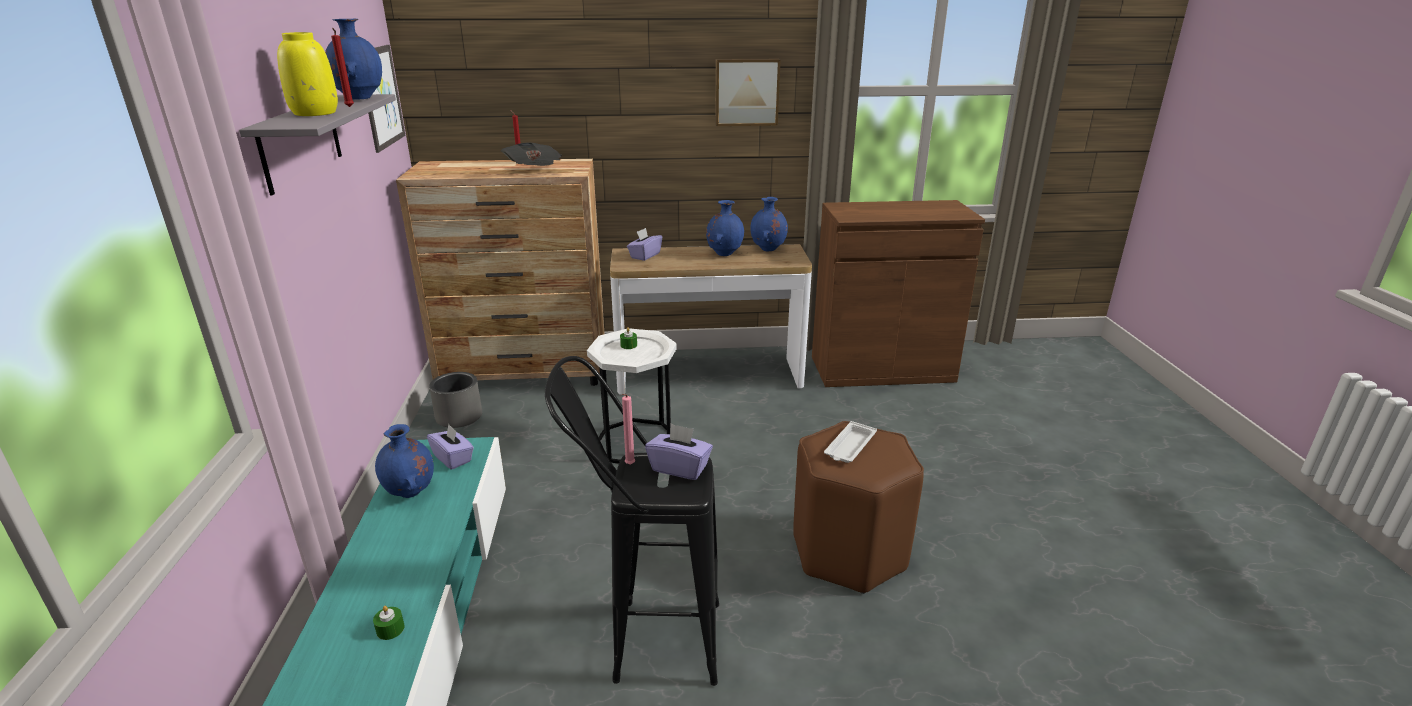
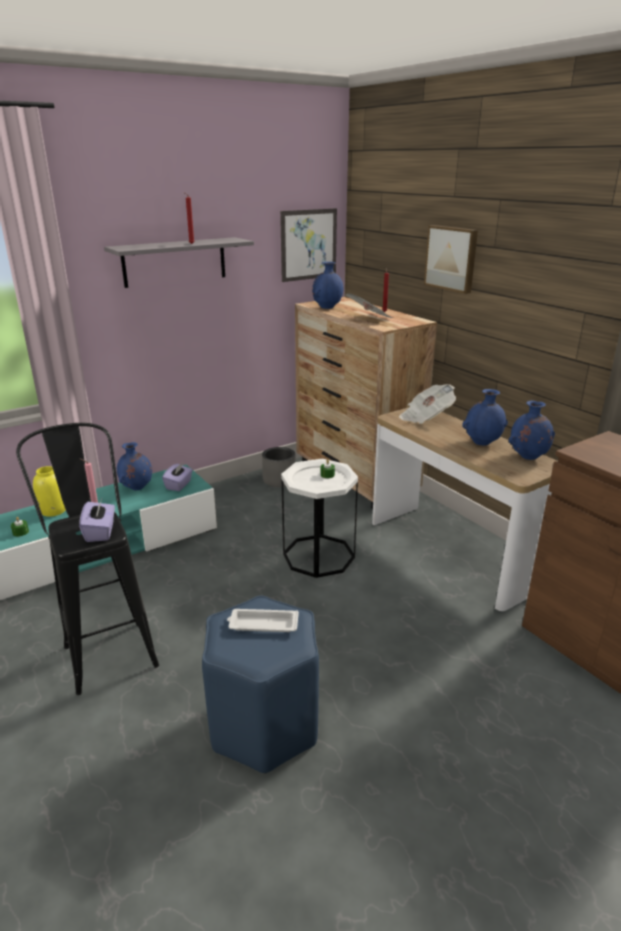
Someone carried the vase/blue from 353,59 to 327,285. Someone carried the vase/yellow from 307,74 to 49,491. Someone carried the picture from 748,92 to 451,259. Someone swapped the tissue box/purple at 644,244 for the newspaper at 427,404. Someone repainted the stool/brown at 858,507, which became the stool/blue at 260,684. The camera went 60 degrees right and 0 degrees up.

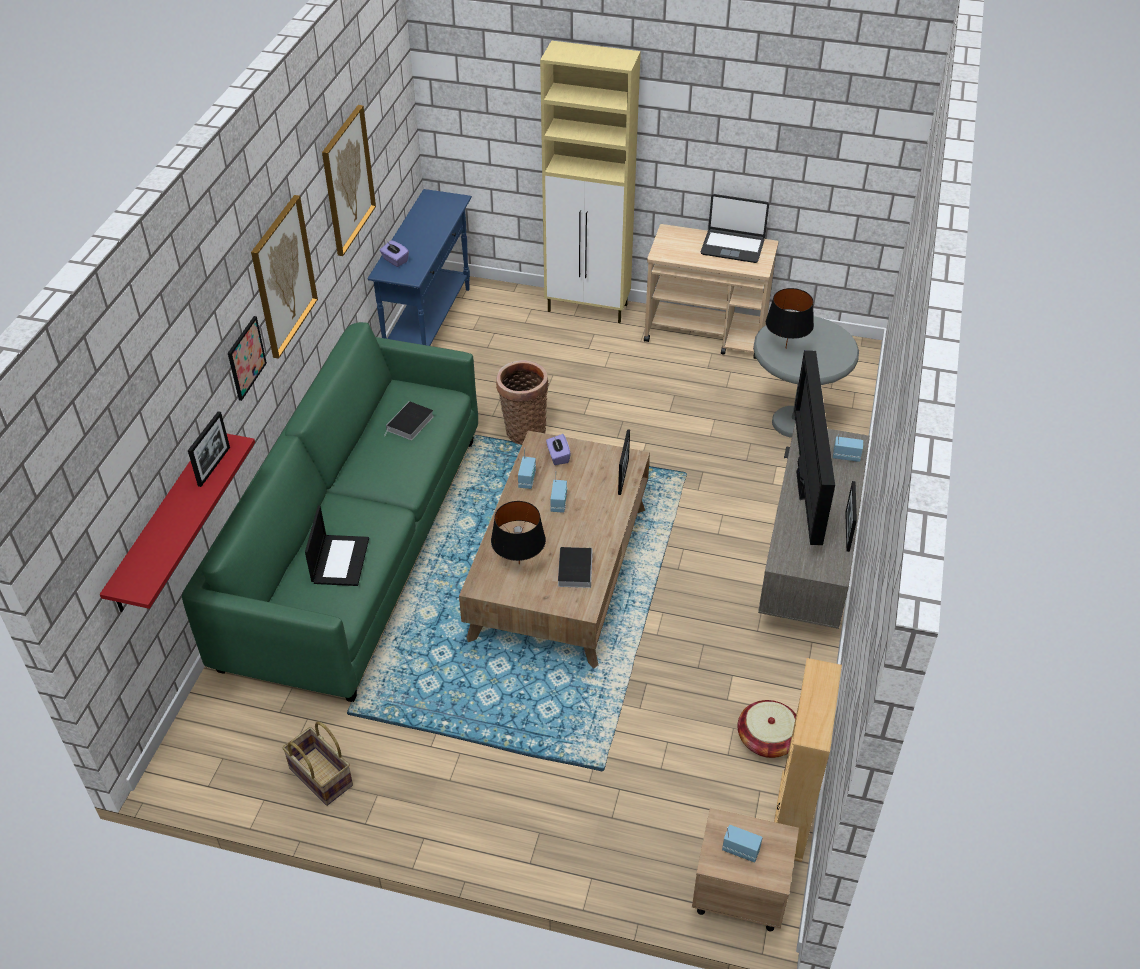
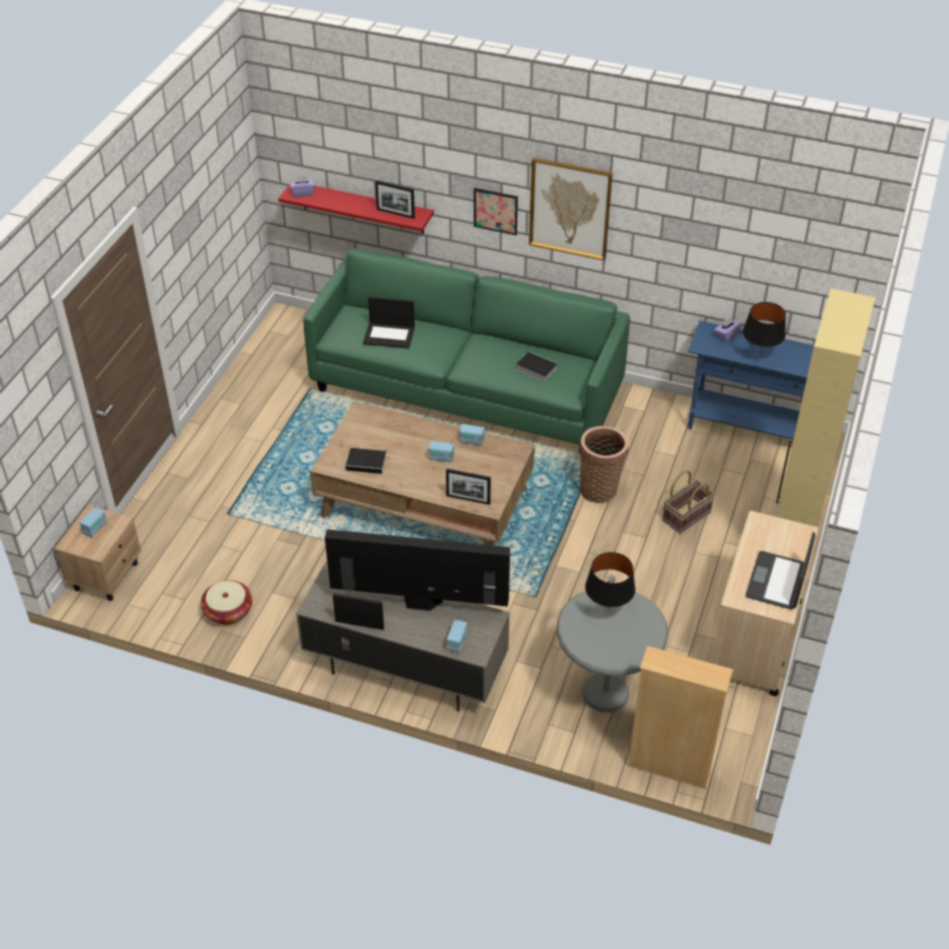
Someone took away the picture at 349,180. Someone carried the tissue box/purple from 558,449 to 302,186. Someone carried the table lamp/black from 518,533 to 764,328. Someone carried the bookcase/beige from 808,760 to 680,717. Someone carried the basket from 317,763 to 688,501. The camera went 95 degrees right and 0 degrees up.

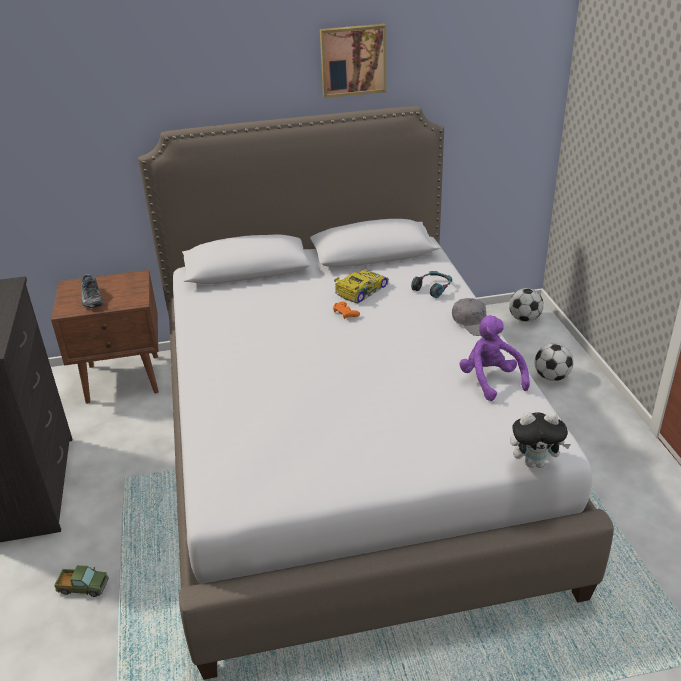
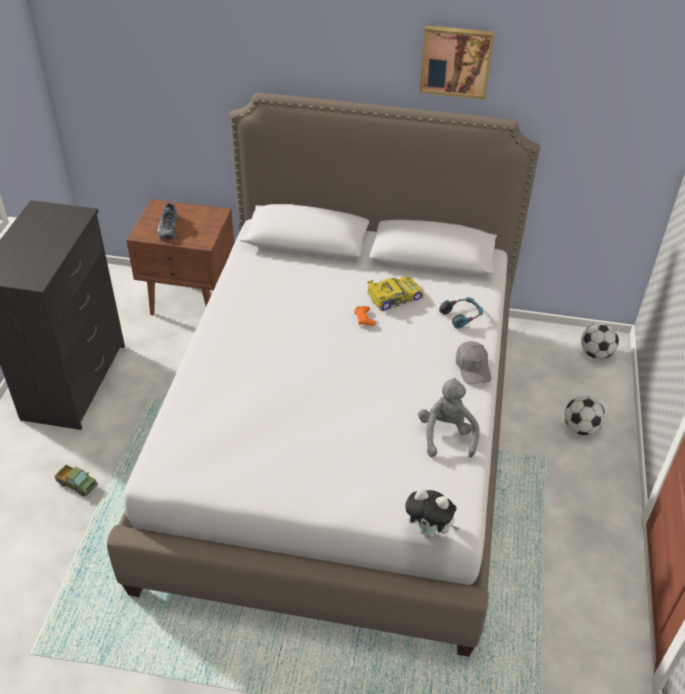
Someone repainted the plush toy/purple at 494,358, which became the plush toy/grey at 449,418. The camera went 20 degrees right and 10 degrees up.

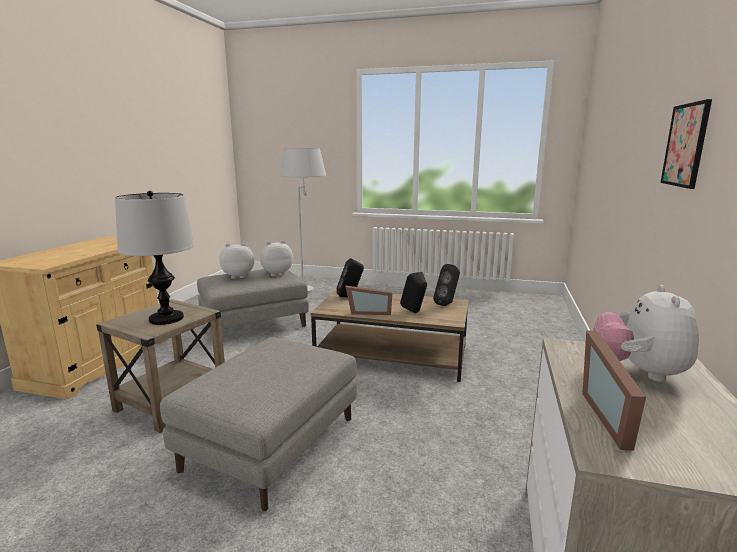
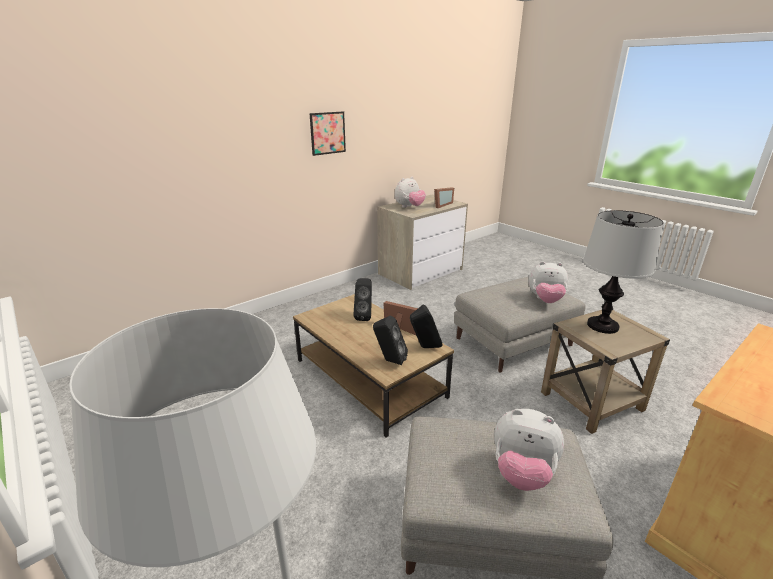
Someone carried the plush toy from 276,258 to 548,282. Someone carried the speaker/black from 446,285 to 426,326. The camera went 145 degrees left and 10 degrees up.

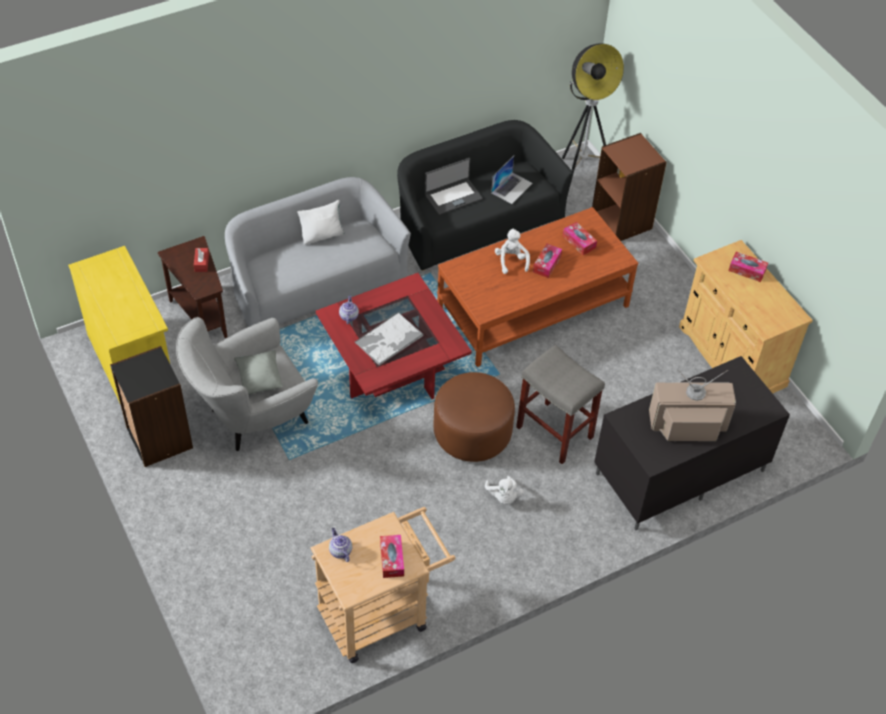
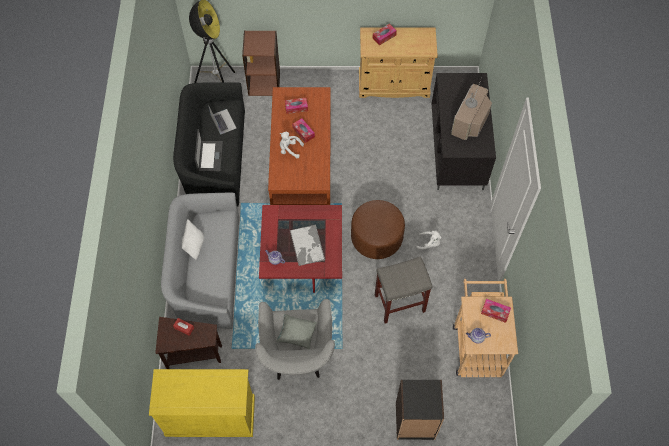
Someone carried the stool/grey from 560,404 to 404,289. Someone carried the bookcase/black from 151,406 to 420,410. The camera went 60 degrees left and 10 degrees up.

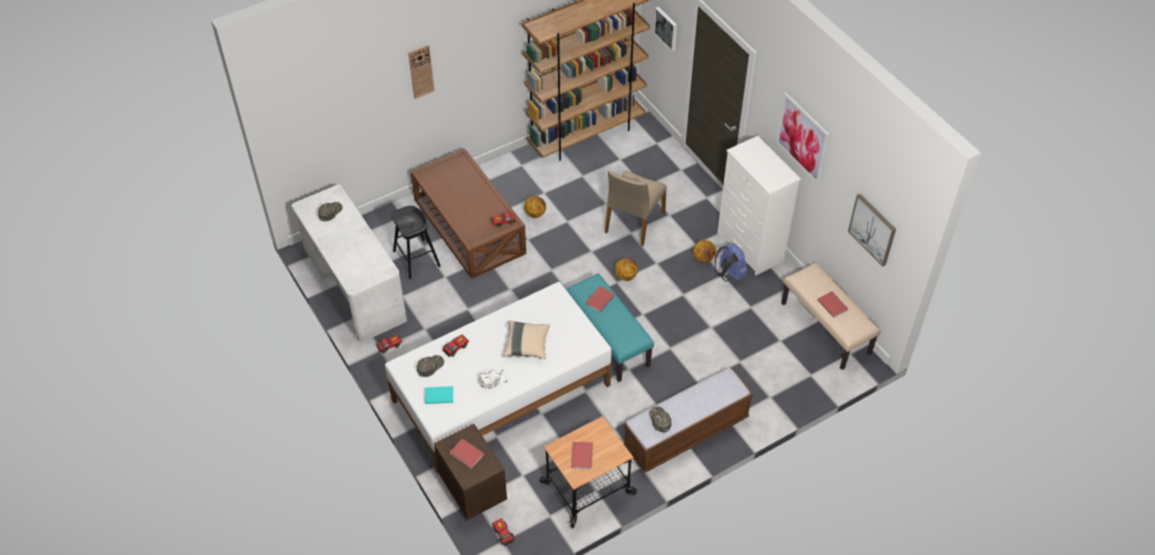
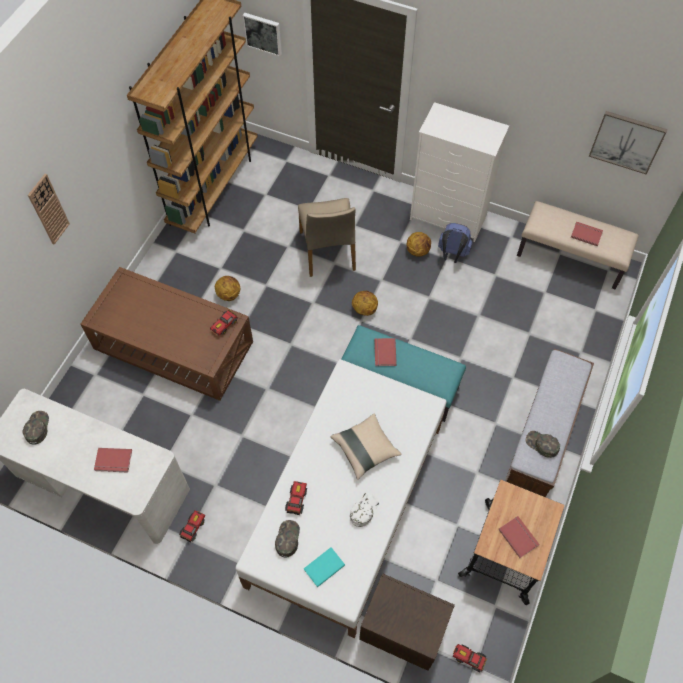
Someone took away the picture at 803,138. Someone took away the stool/black at 416,242. Someone carried the book/red from 466,454 to 113,460. The camera went 35 degrees left and 10 degrees up.

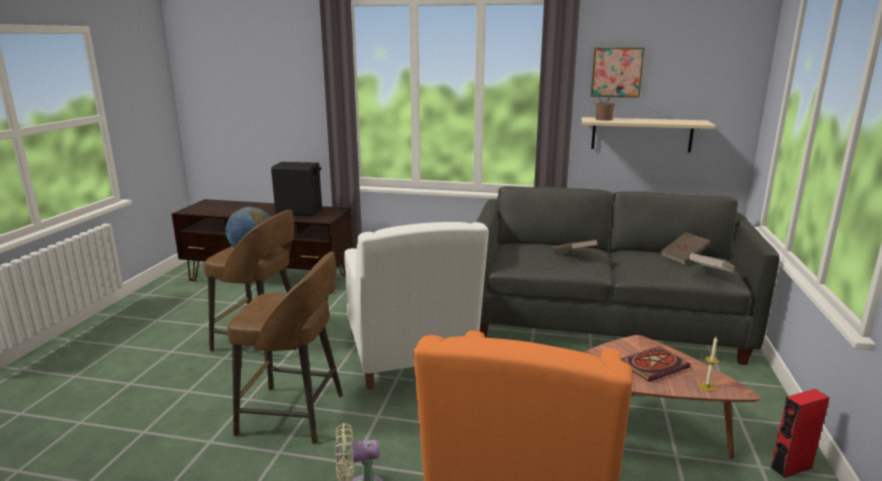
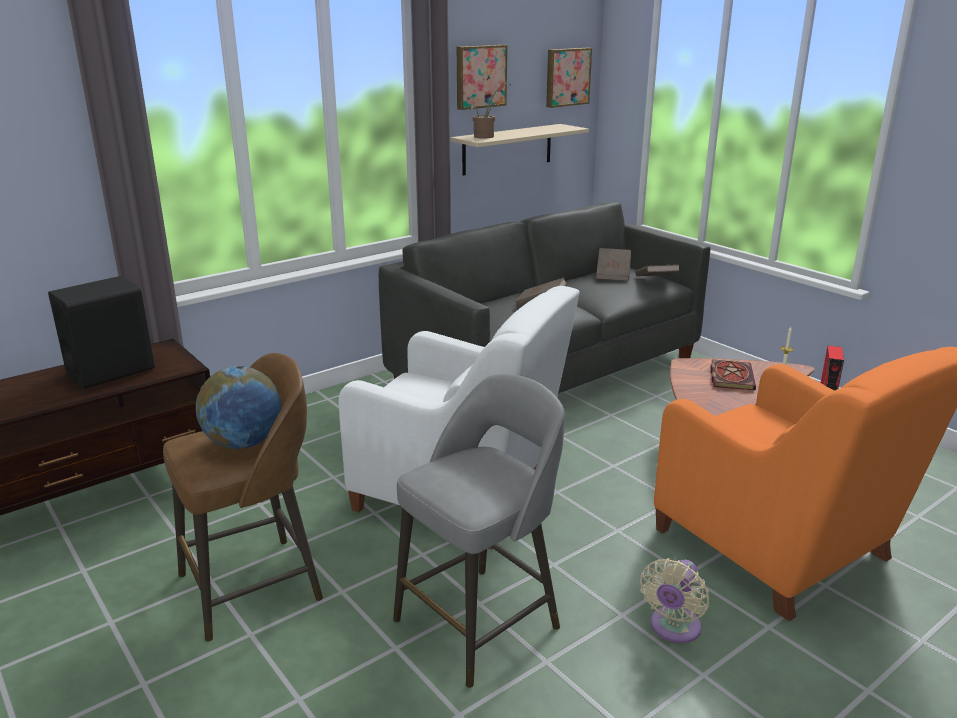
Someone repainted the stool/brown at 285,348, which became the stool/grey at 479,531. Someone repainted the book/white at 712,263, which became the book/brown at 657,270. Someone put up the picture at 569,78. The camera went 50 degrees left and 5 degrees up.

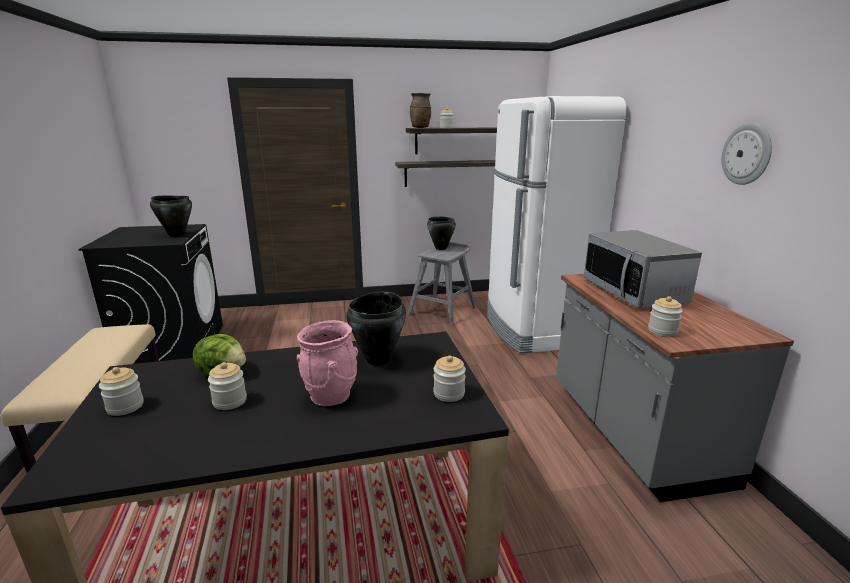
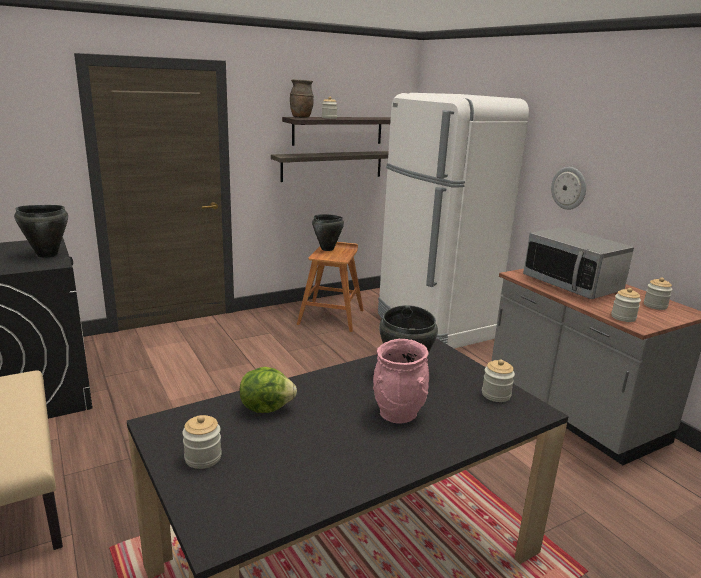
Someone carried the wall clock from 746,154 to 568,188. Someone repainted the stool/grey at 442,284, which became the stool/brown at 330,287. Someone carried the jar from 227,386 to 658,294. The camera went 20 degrees left and 0 degrees up.

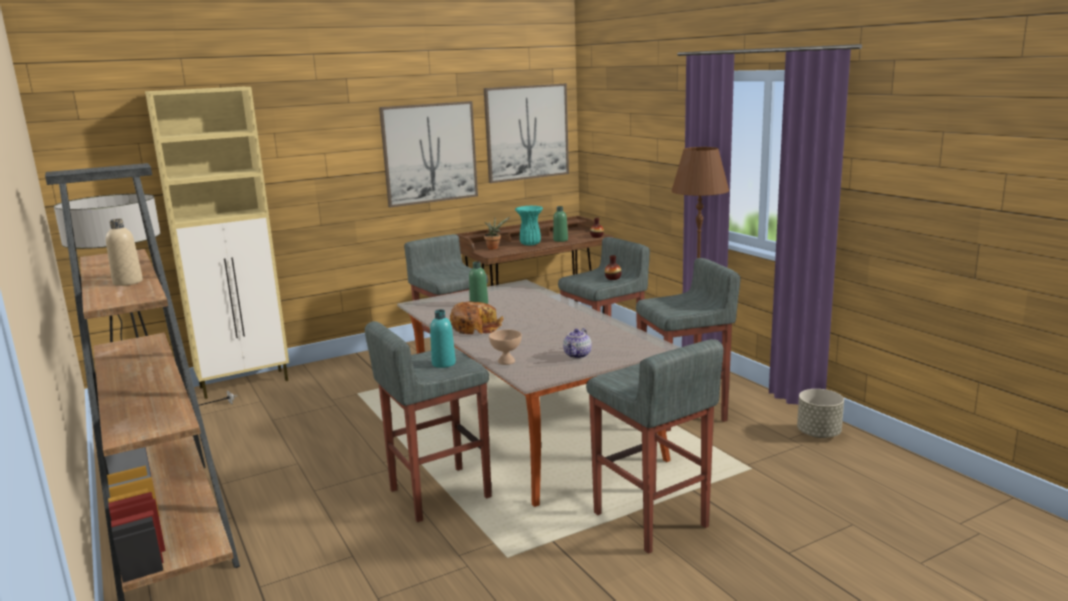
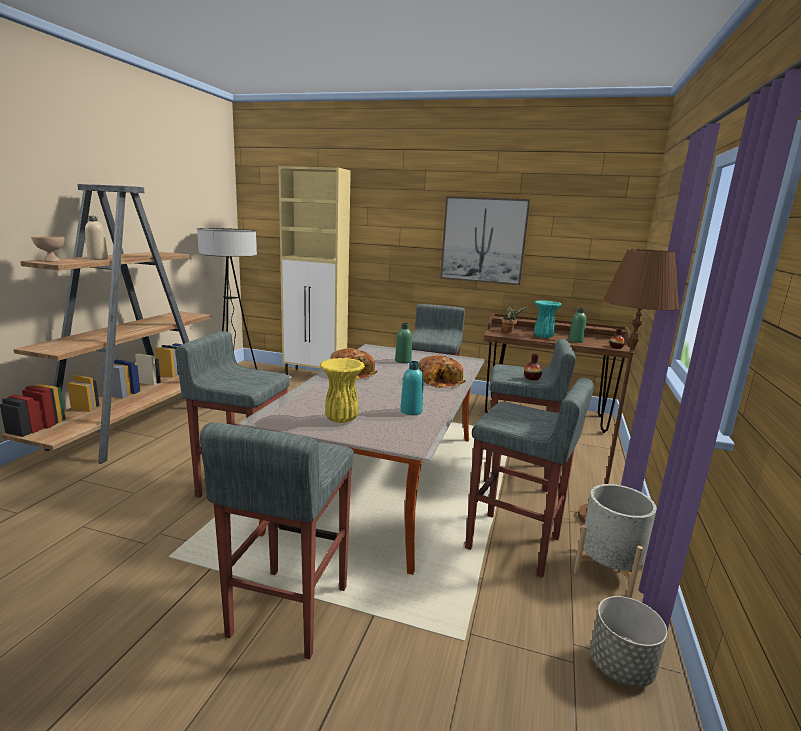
Someone took away the picture at 526,133. Someone carried the bottle/turquoise from 443,338 to 411,388. Someone swapped the teapot at 577,343 for the vase/yellow at 342,390. Someone carried the bowl/beige from 505,347 to 48,249. Someone put down the bread at 442,371. Someone put down the planter/grey at 615,541. The camera went 45 degrees right and 0 degrees up.

